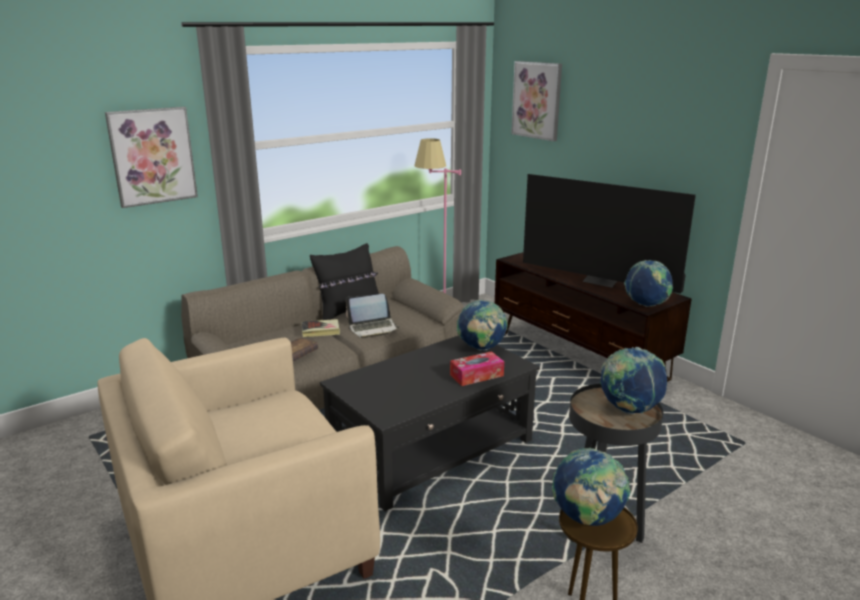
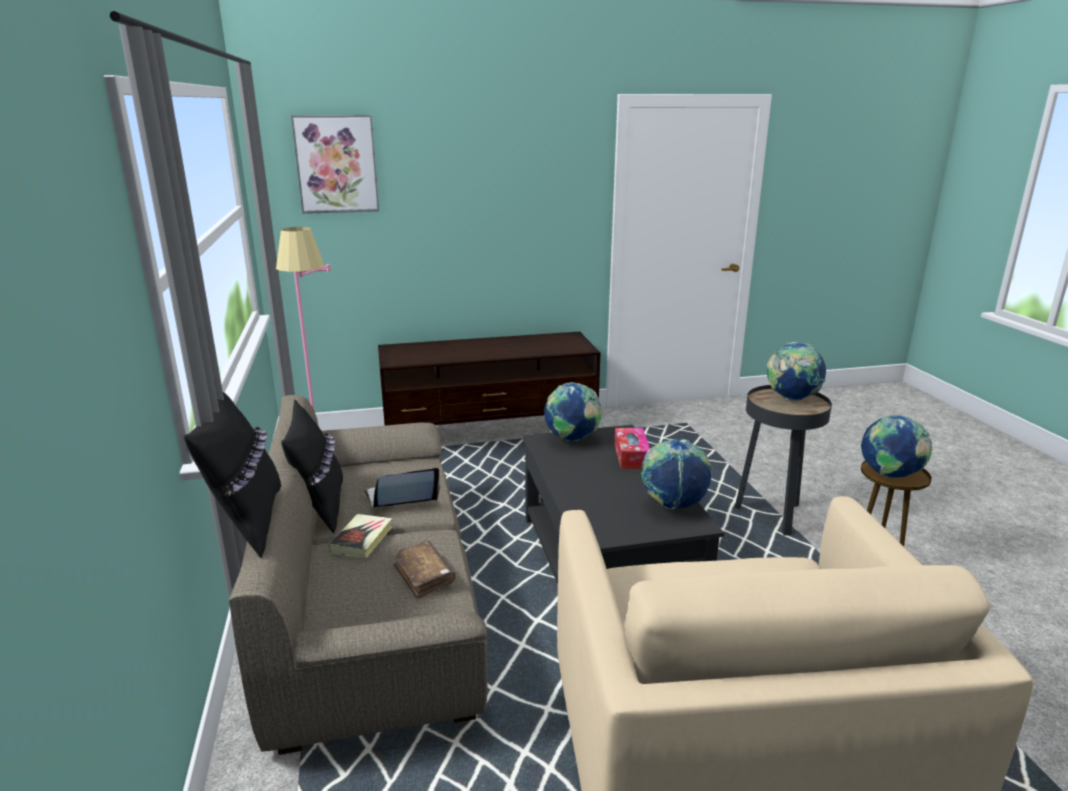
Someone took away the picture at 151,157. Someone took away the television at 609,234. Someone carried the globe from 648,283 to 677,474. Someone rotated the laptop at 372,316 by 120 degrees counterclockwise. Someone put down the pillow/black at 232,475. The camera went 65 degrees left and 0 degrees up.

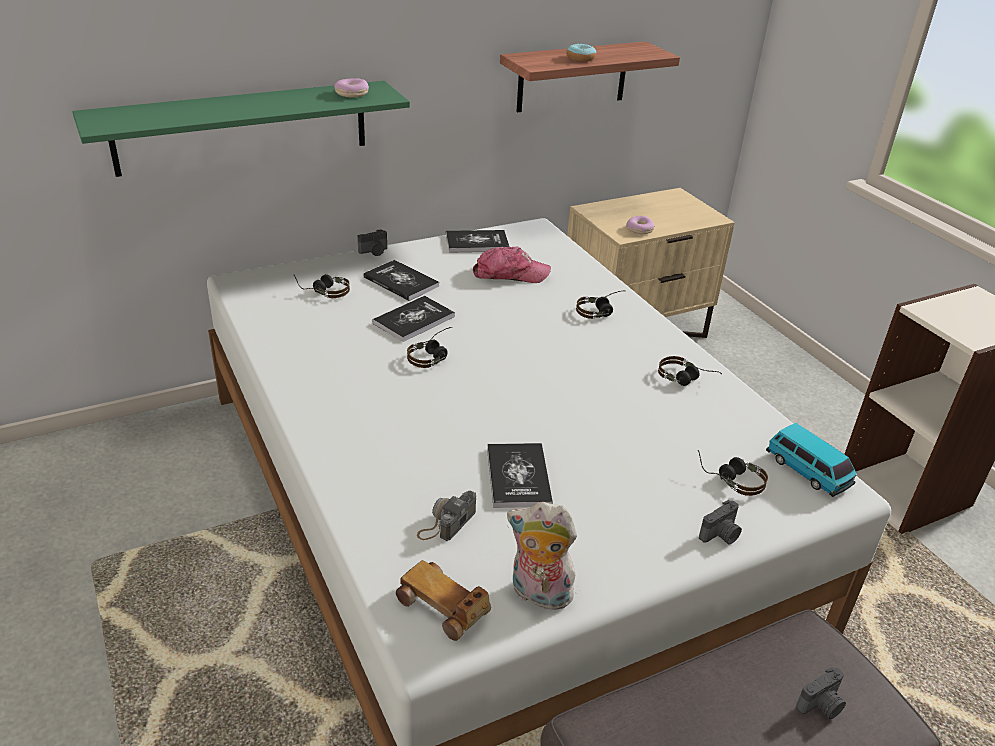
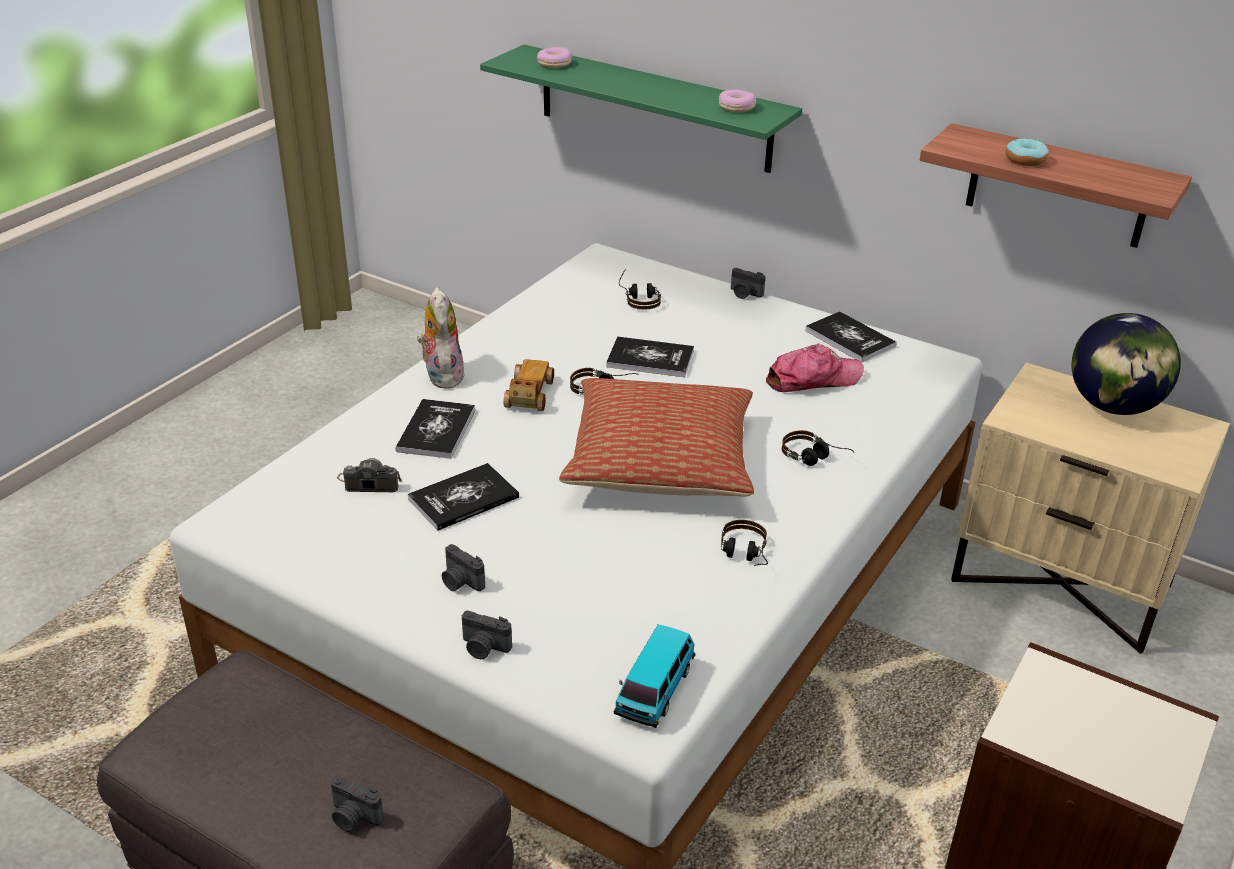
Someone carried the donut from 640,225 to 554,57. Someone rotated the cap at 512,265 by 75 degrees counterclockwise. Someone carried the book from 401,280 to 435,429. Someone took away the headphones at 733,473. Someone carried the plush toy from 542,556 to 441,338. Someone carried the toy car from 443,600 to 529,385. Someone put down the globe at 1126,364. Someone put down the pillow at 656,437. Someone put down the photo camera at 463,567. The camera went 60 degrees right and 0 degrees up.

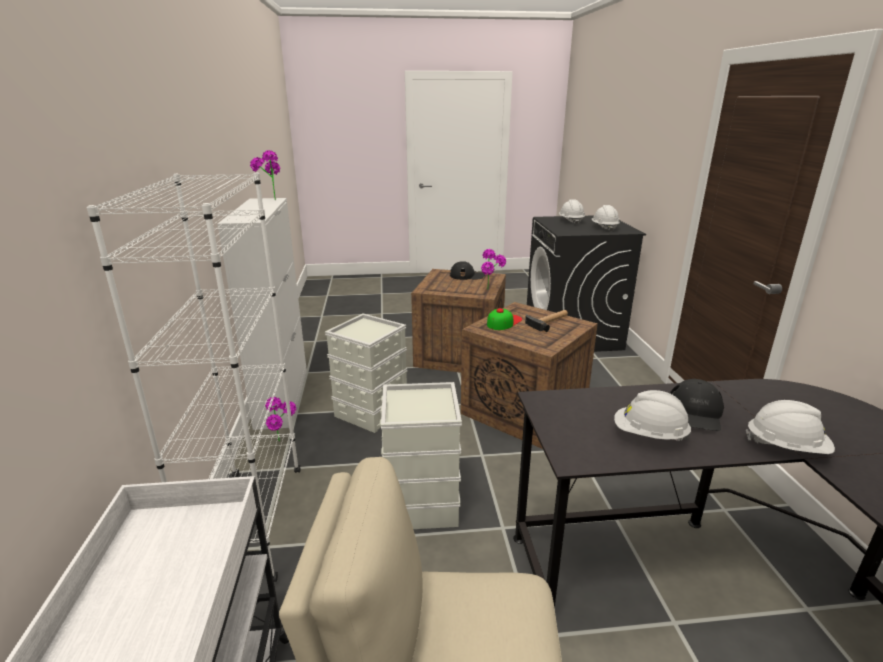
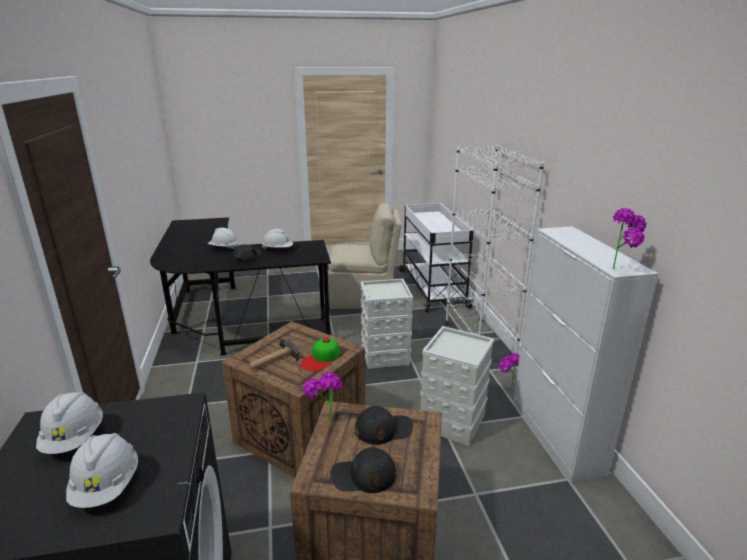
Someone put down the cap/black at 384,425. The camera went 175 degrees right and 0 degrees up.

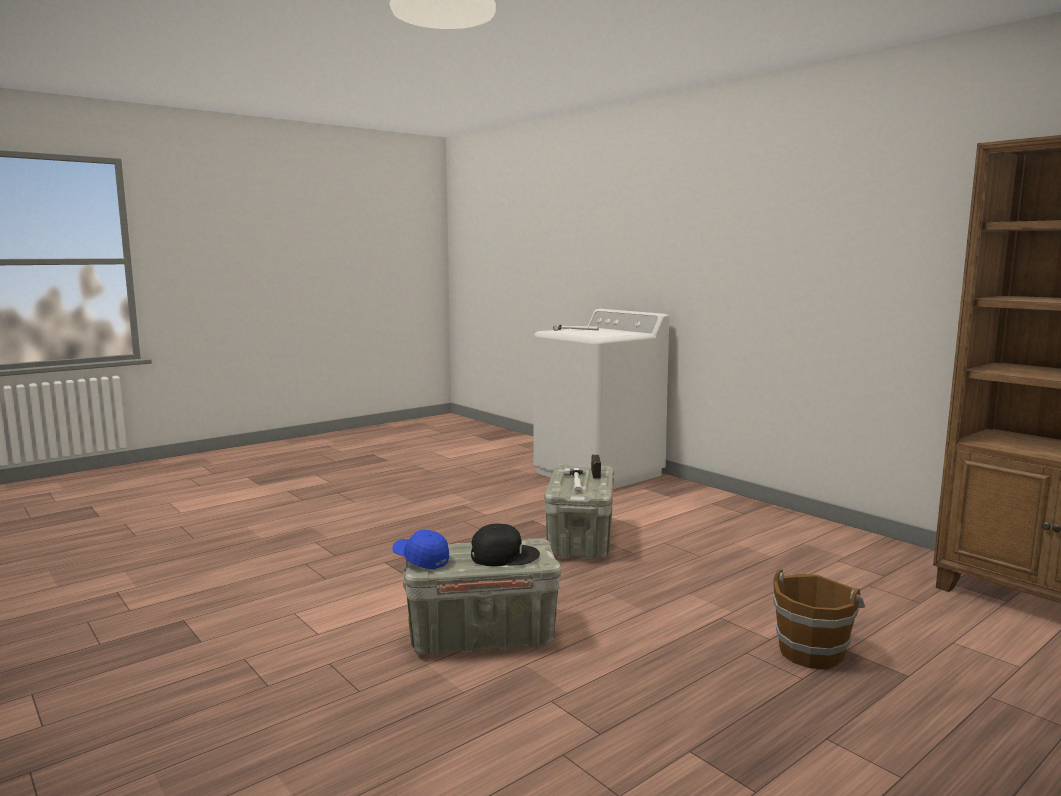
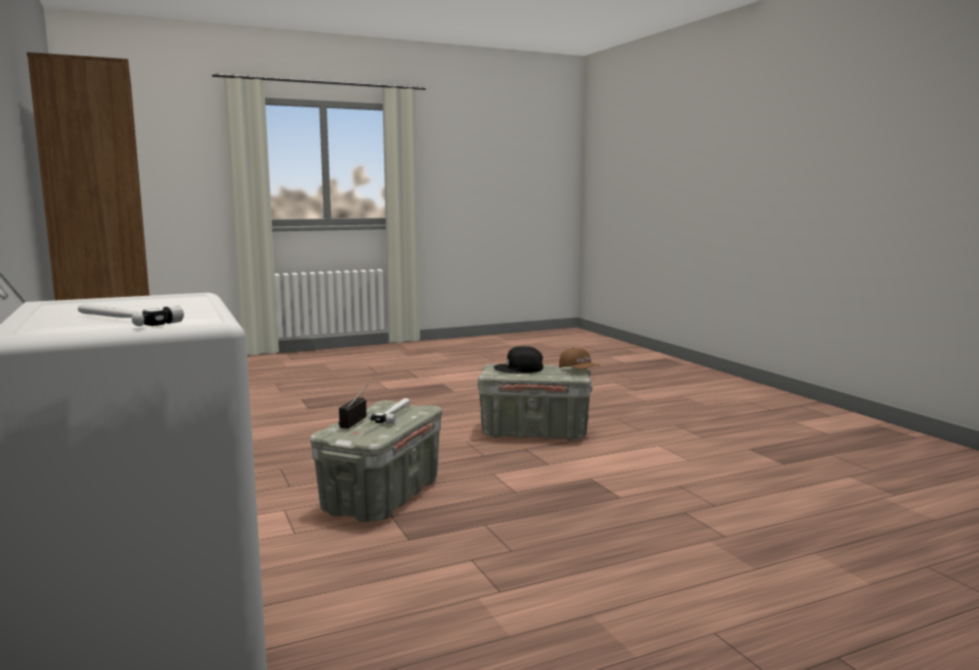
Someone repainted the cap/blue at 420,549, which became the cap/brown at 579,358. Someone took away the bucket/brown at 819,619. The camera went 165 degrees left and 0 degrees up.

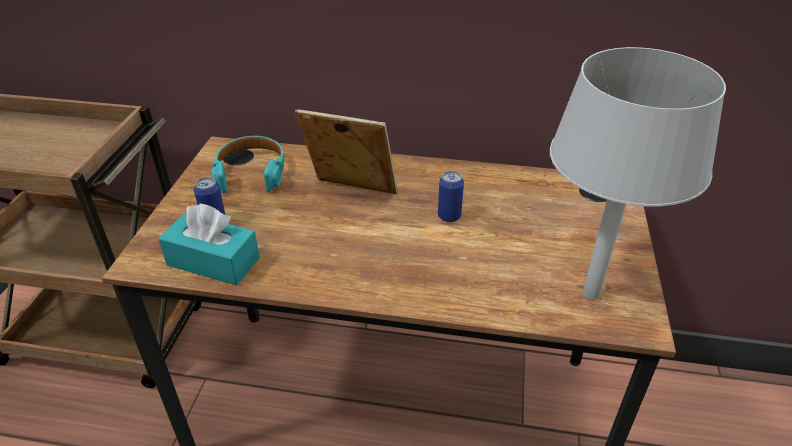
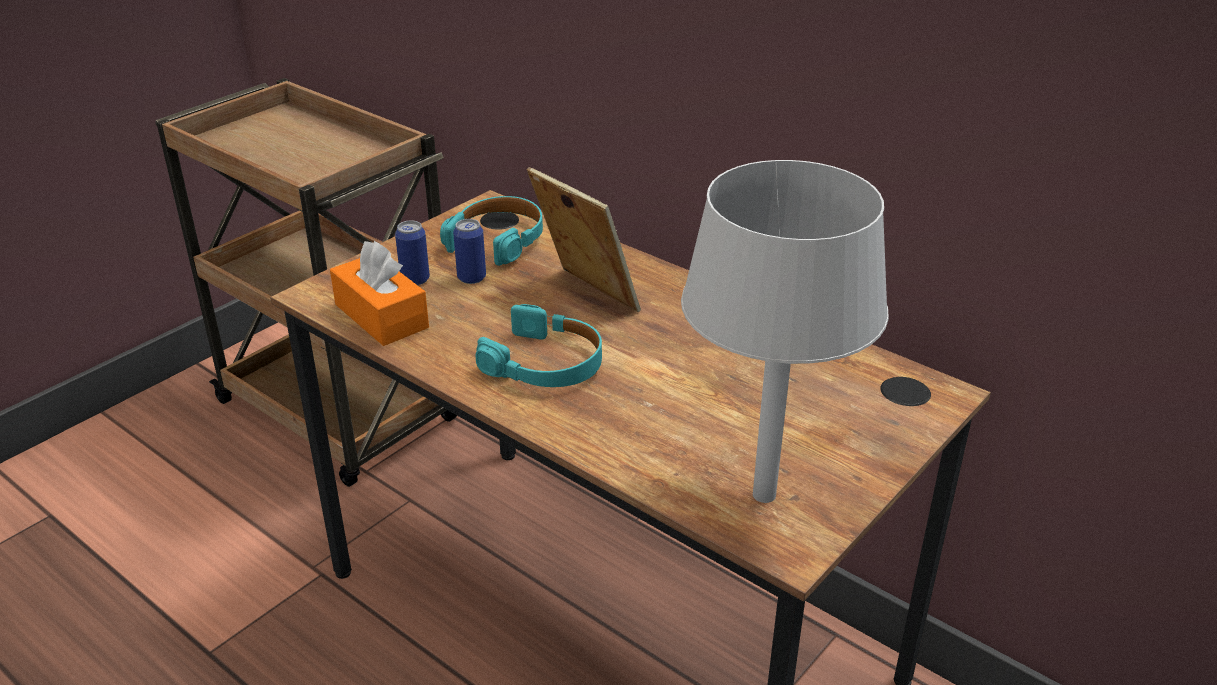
Someone carried the can from 451,196 to 469,251. Someone repainted the tissue box/turquoise at 209,245, which became the tissue box/orange at 379,293. Someone put down the headphones/turquoise at 539,345. The camera went 30 degrees right and 5 degrees down.

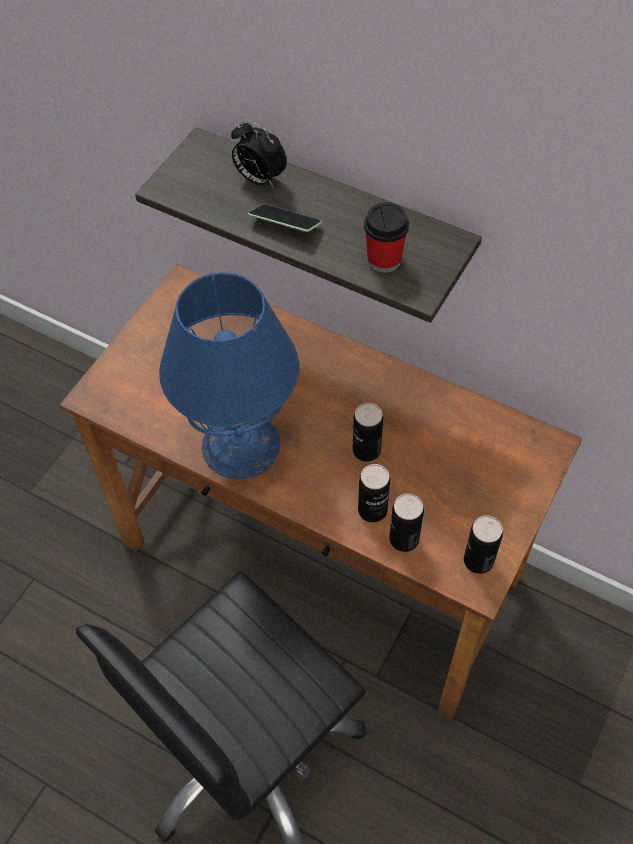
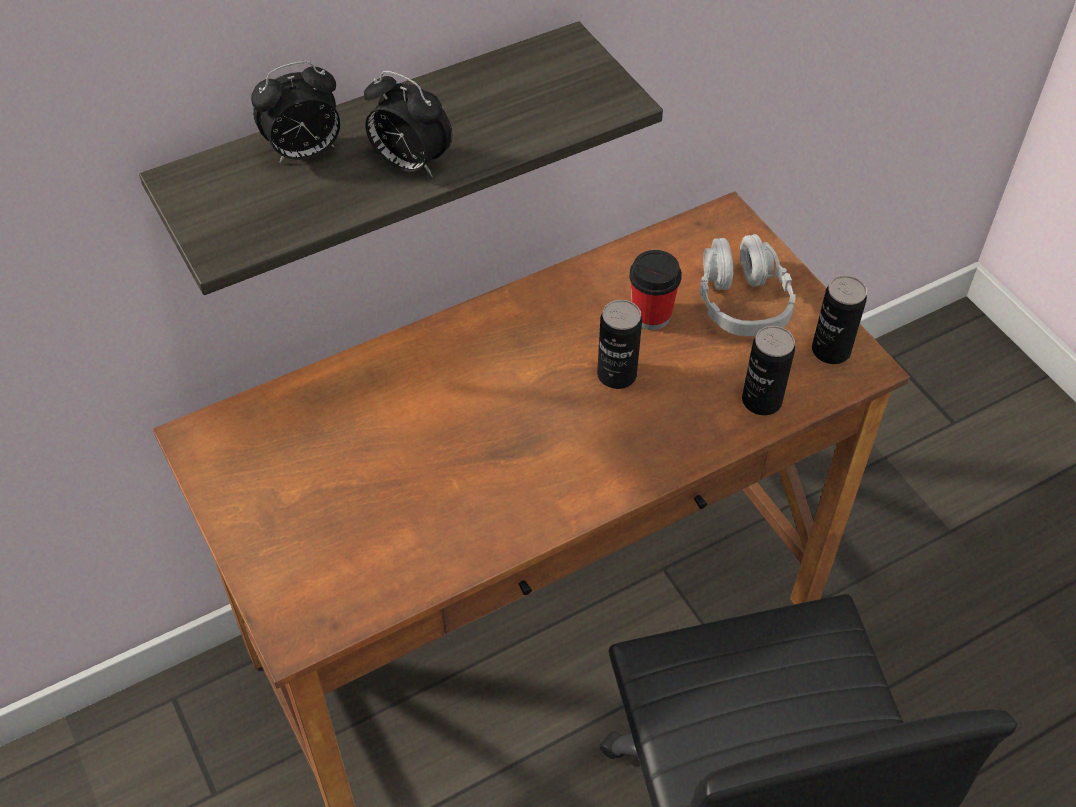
Someone carried the cup from 386,237 to 655,290. Someone swapped the phone at 285,218 for the alarm clock at 408,123. Someone took away the table lamp/blue at 229,375. Someone took away the can at 374,493. Someone put down the headphones/grey at 748,285. The camera went 60 degrees left and 5 degrees down.

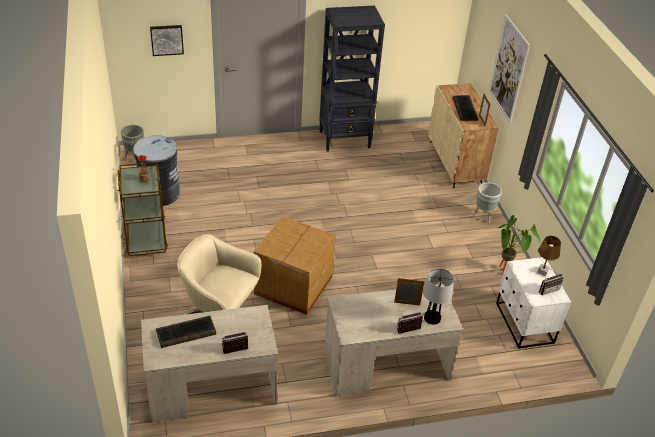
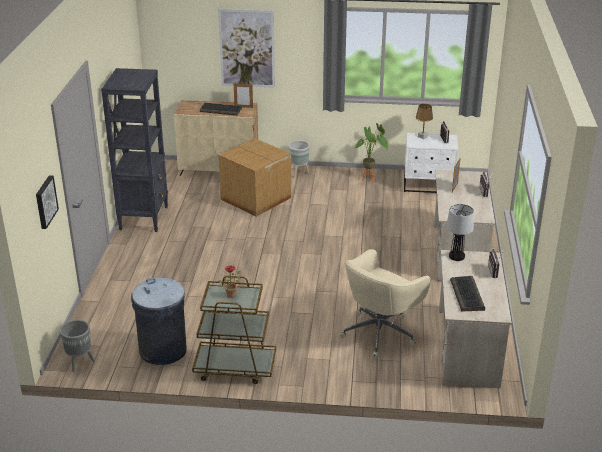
Someone carried the cardboard box from 295,265 to 254,177. Someone carried the table lamp from 438,296 to 460,232. The camera went 70 degrees left and 10 degrees down.

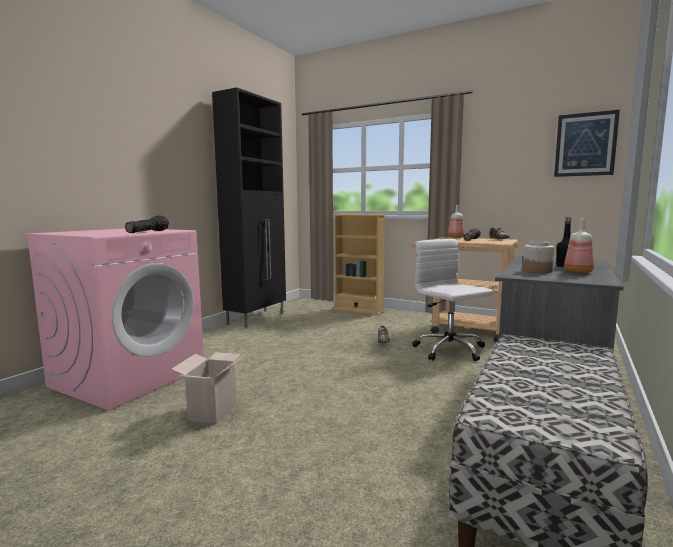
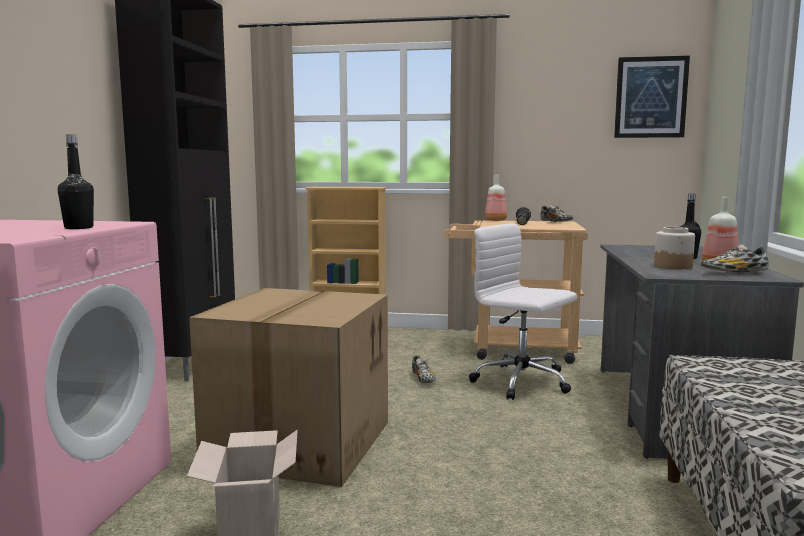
Someone swapped the flashlight at 147,224 for the bottle/black at 76,181. Someone put down the shoe at 735,259. Someone put down the cardboard box at 288,387. The camera went 20 degrees left and 0 degrees up.

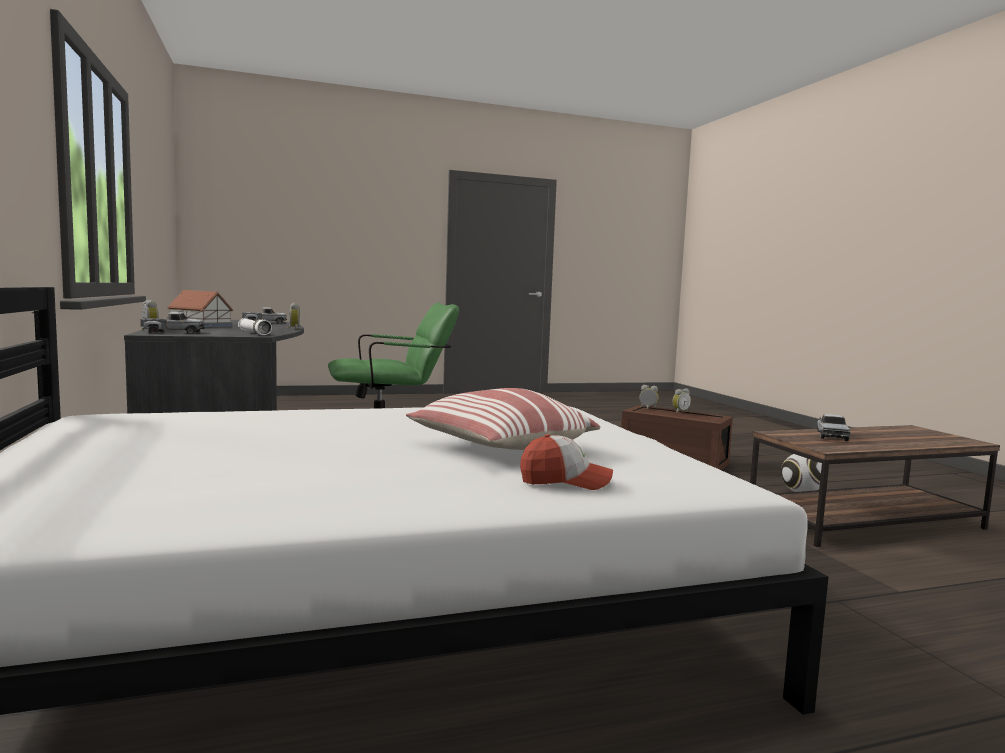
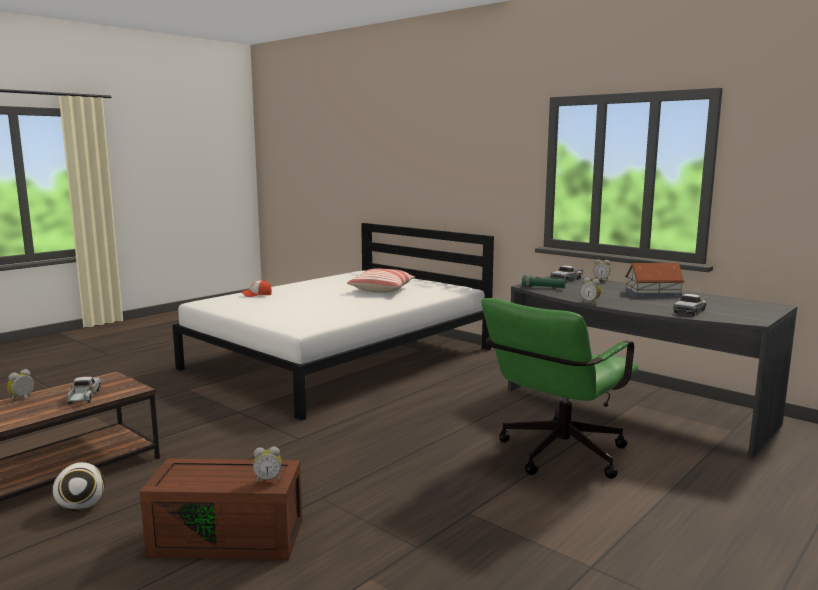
Someone repainted the flashlight/white at 255,326, which became the flashlight/green at 544,281. Someone carried the pillow from 503,419 to 381,280. Someone carried the alarm clock from 681,400 to 20,385. The camera went 150 degrees right and 5 degrees up.

